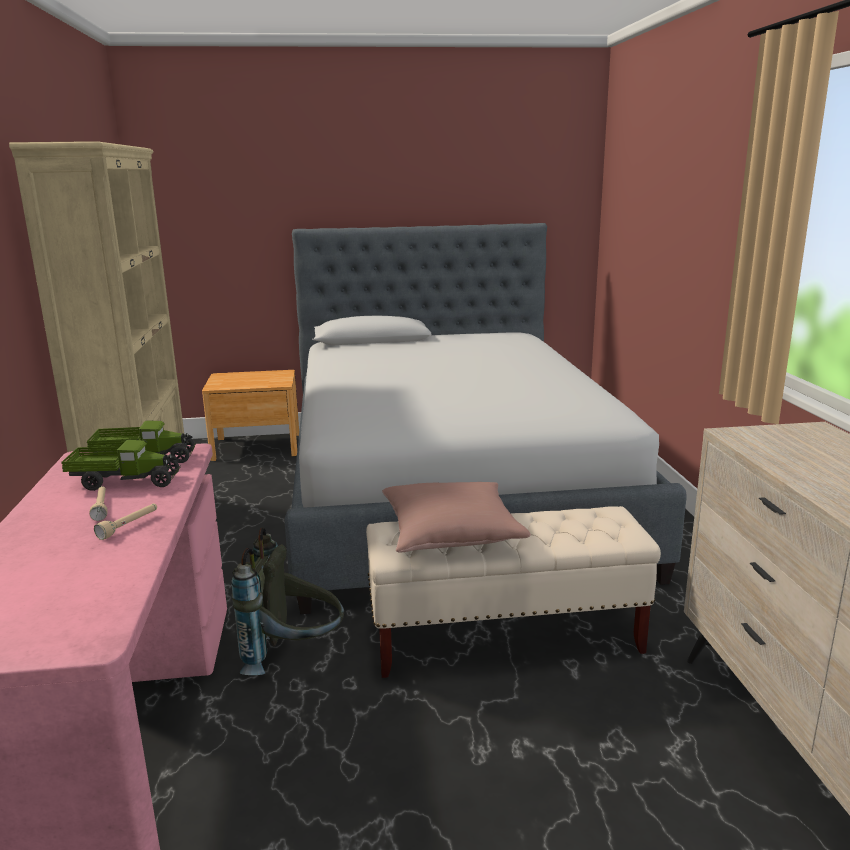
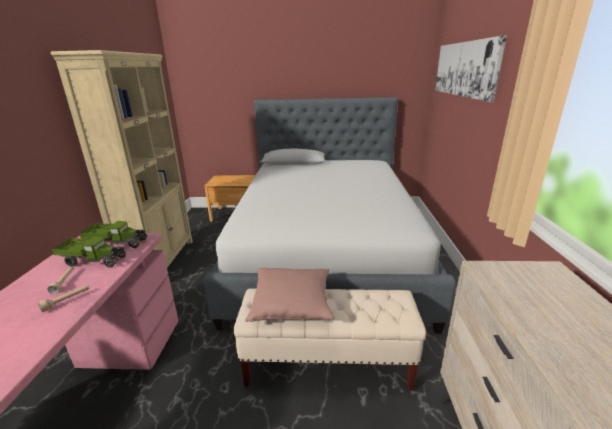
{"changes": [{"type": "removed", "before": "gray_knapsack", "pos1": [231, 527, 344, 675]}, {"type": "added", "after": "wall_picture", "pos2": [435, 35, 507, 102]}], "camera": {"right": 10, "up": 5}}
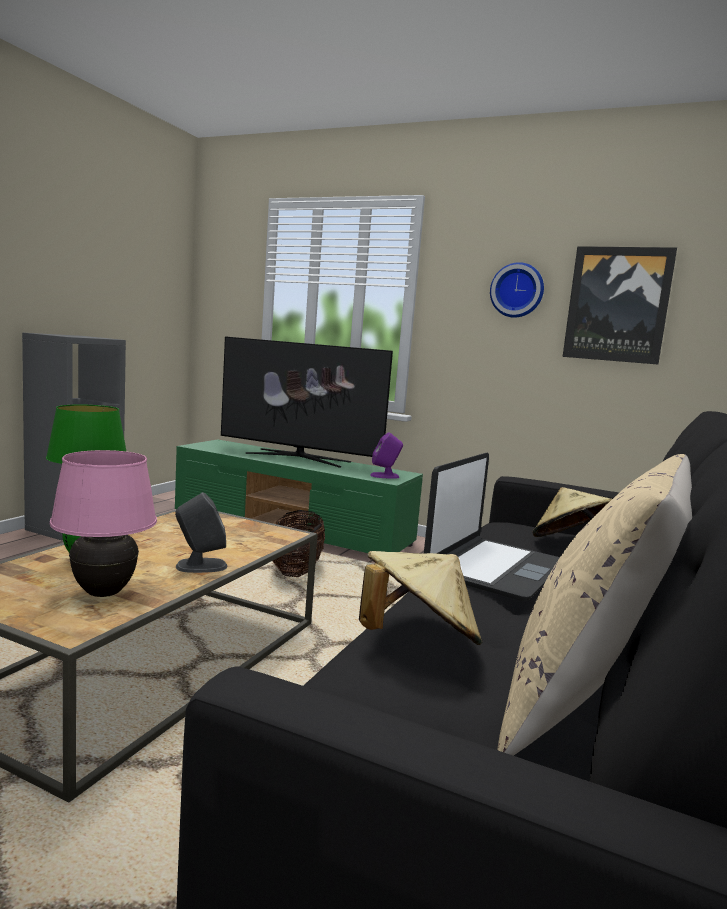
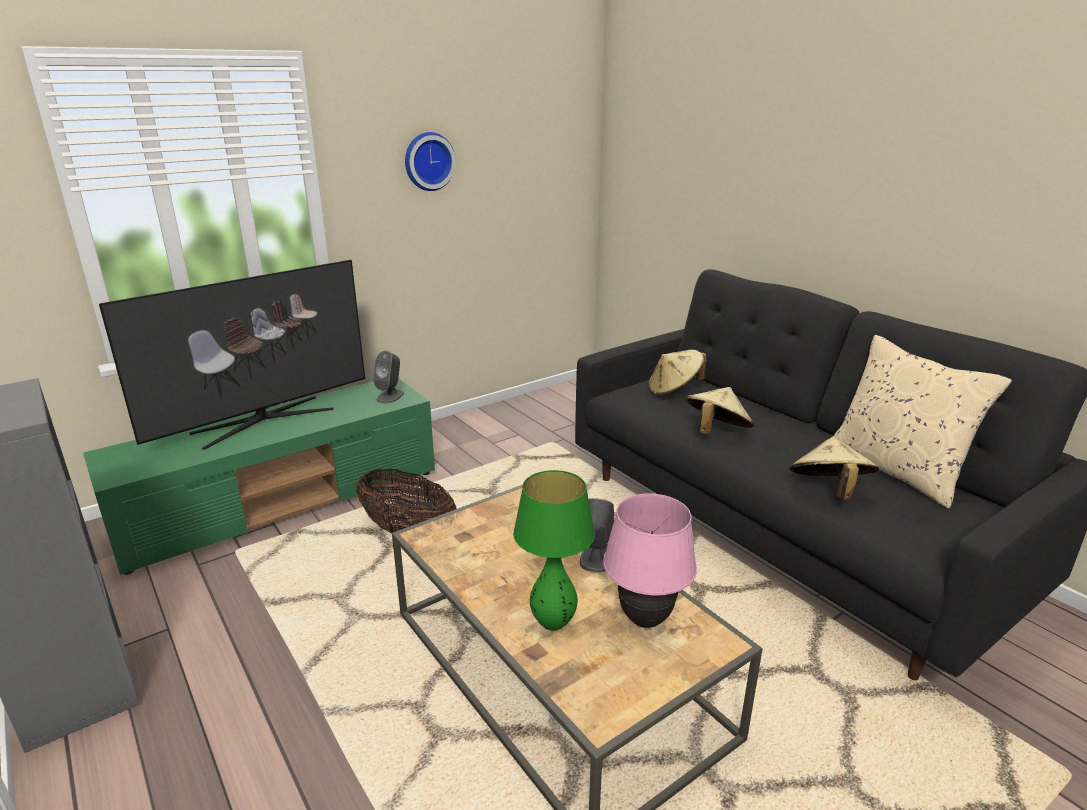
{"changes": [{"type": "removed", "before": "wall_picture", "pos1": [563, 246, 677, 364]}, {"type": "replaced", "before": "notebook_computer", "after": "sand-coloured_hat", "pos1": [424, 453, 560, 601], "pos2": [686, 387, 754, 434]}, {"type": "recoloured", "before": "purple-coloured_speaker", "after": "gray_speaker", "pos1": [370, 432, 403, 479], "pos2": [373, 351, 404, 403]}], "camera": {"right": -60, "up": 15}}
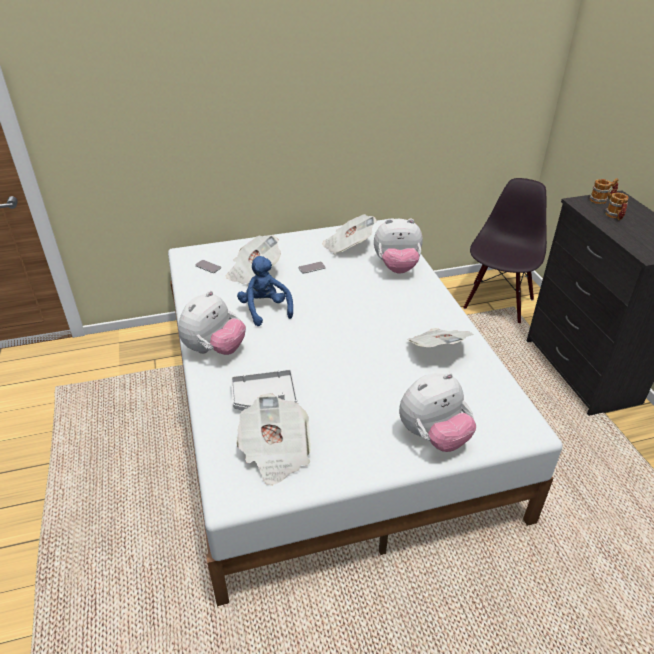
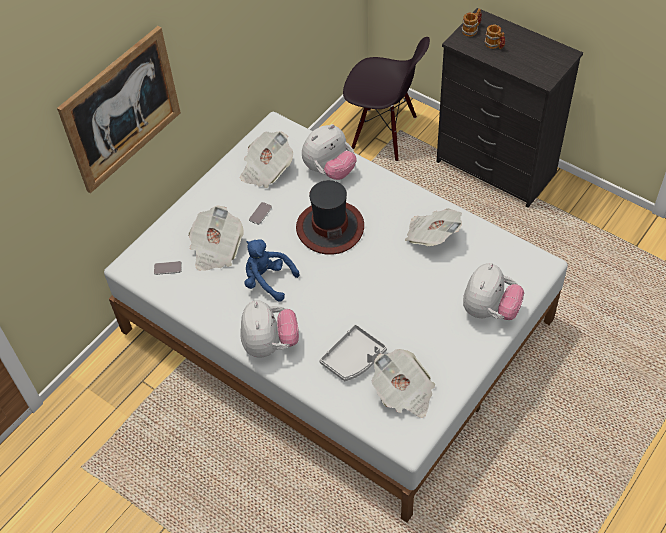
{"changes": [{"type": "added", "after": "wall_picture", "pos2": [57, 26, 181, 193]}, {"type": "added", "after": "hat", "pos2": [296, 180, 364, 255]}, {"type": "turned", "before": "black-coloured_upright_chair", "pos1": [463, 178, 547, 323], "pos2": [343, 37, 430, 161], "turn": 120}], "camera": {"right": -35, "up": 15}}
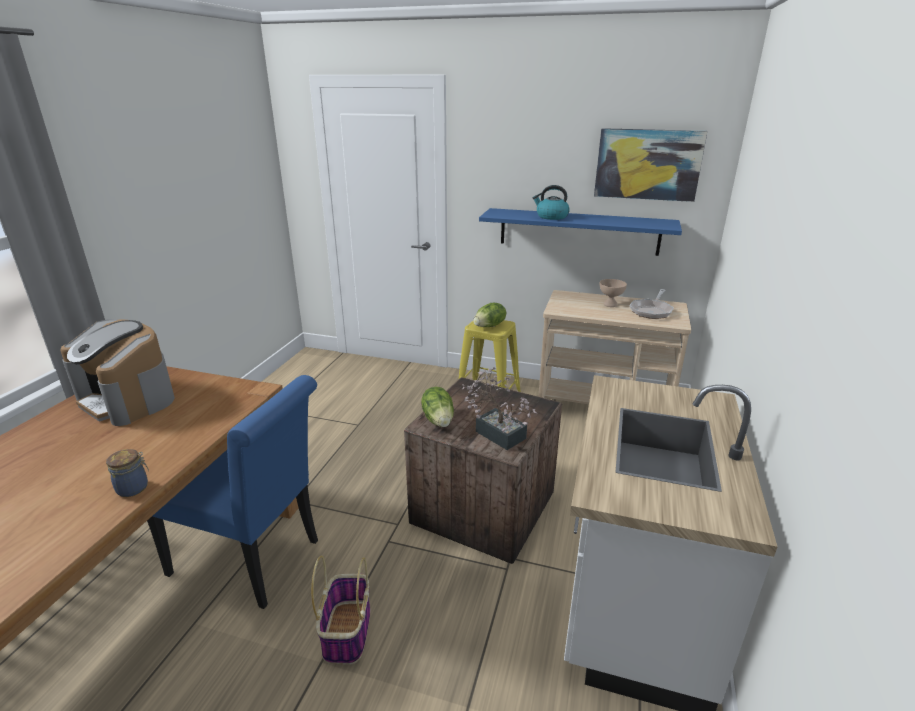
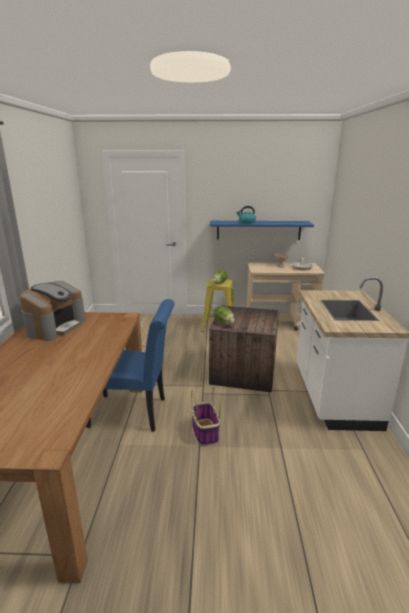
{"changes": [{"type": "removed", "before": "preserve_jar", "pos1": [106, 449, 149, 497]}, {"type": "removed", "before": "plant_in_a_pot", "pos1": [462, 367, 538, 450]}, {"type": "removed", "before": "wall_picture", "pos1": [594, 128, 707, 202]}, {"type": "turned", "before": "coffee_brewer", "pos1": [60, 319, 175, 426], "pos2": [20, 281, 85, 341], "turn": -90}], "camera": {"right": -15, "up": -5}}
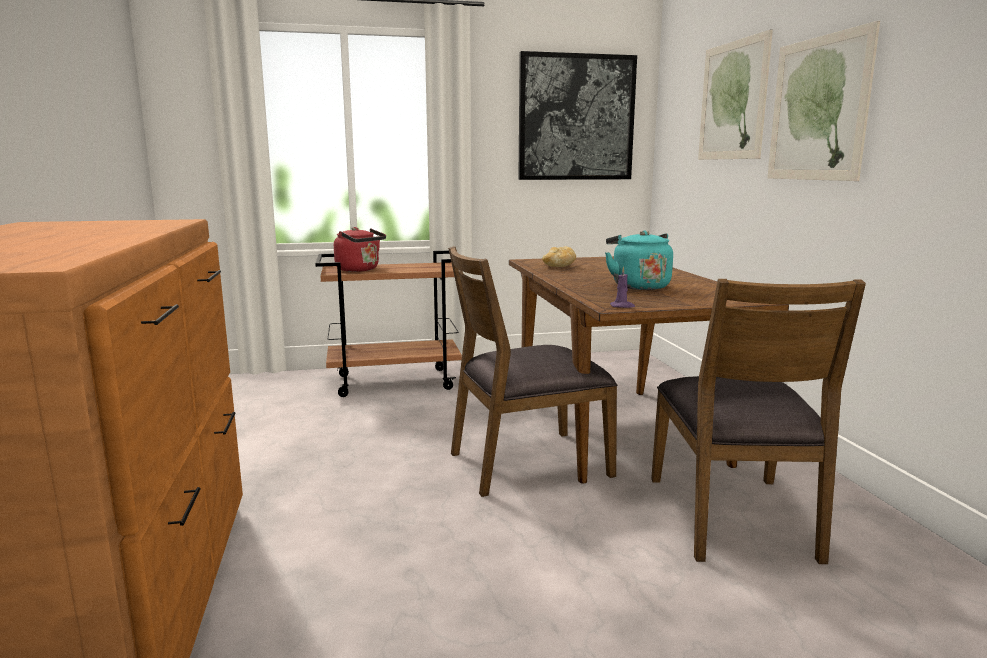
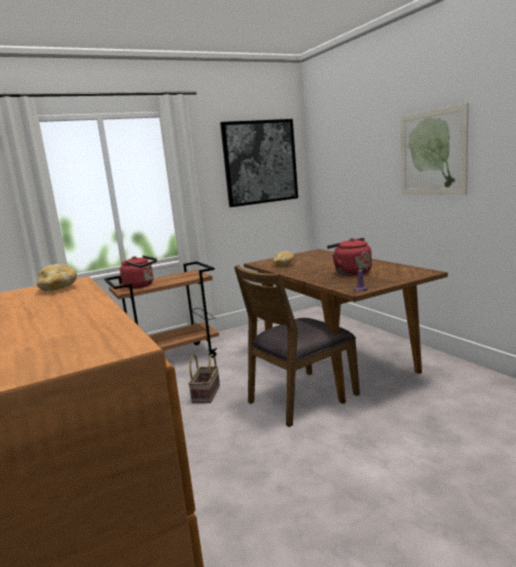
{"changes": [{"type": "removed", "before": "brown-coloured_upright_chair", "pos1": [651, 279, 866, 564]}, {"type": "removed", "before": "wall_picture", "pos1": [698, 29, 773, 160]}, {"type": "added", "after": "baked_bread", "pos2": [37, 264, 77, 291]}, {"type": "added", "after": "storage_basket", "pos2": [188, 354, 220, 403]}, {"type": "recoloured", "before": "blue-green_tea_kettle", "after": "red-coloured_tea_kettle", "pos1": [605, 230, 673, 290], "pos2": [327, 238, 372, 276]}], "camera": {"right": -15, "up": 0}}
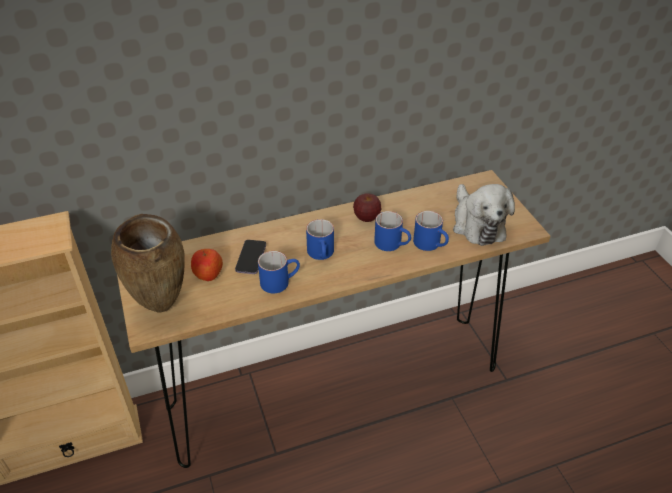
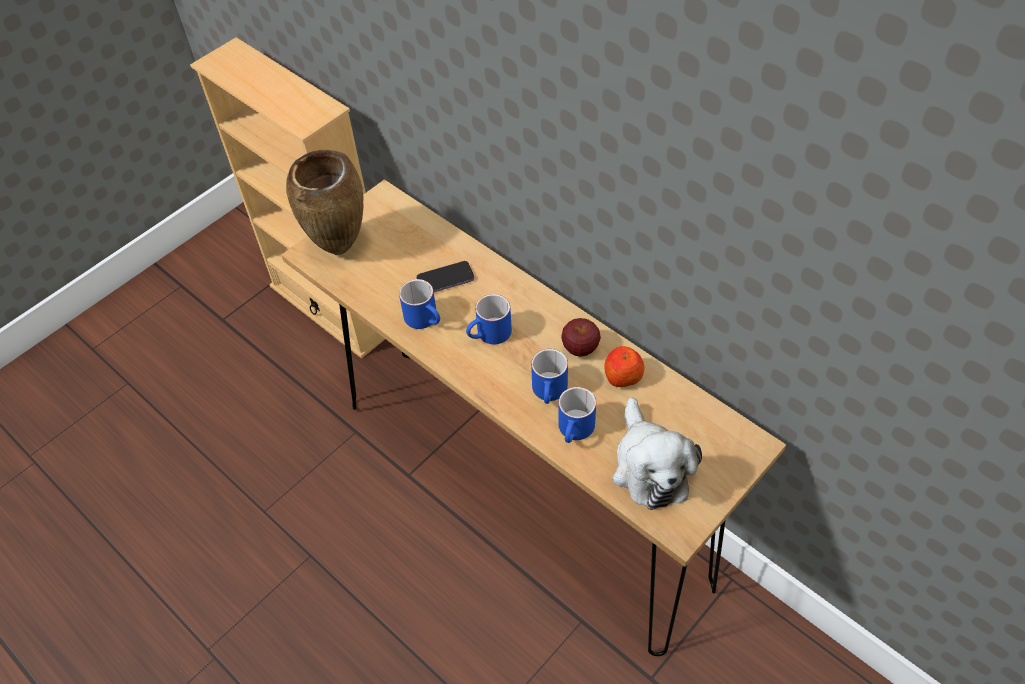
{"changes": [{"type": "moved", "before": "apple", "pos1": [191, 249, 223, 281], "pos2": [605, 346, 644, 387]}, {"type": "turned", "before": "cuddly_toy", "pos1": [453, 184, 515, 246], "pos2": [612, 397, 702, 510], "turn": -60}], "camera": {"right": 65, "up": 10}}
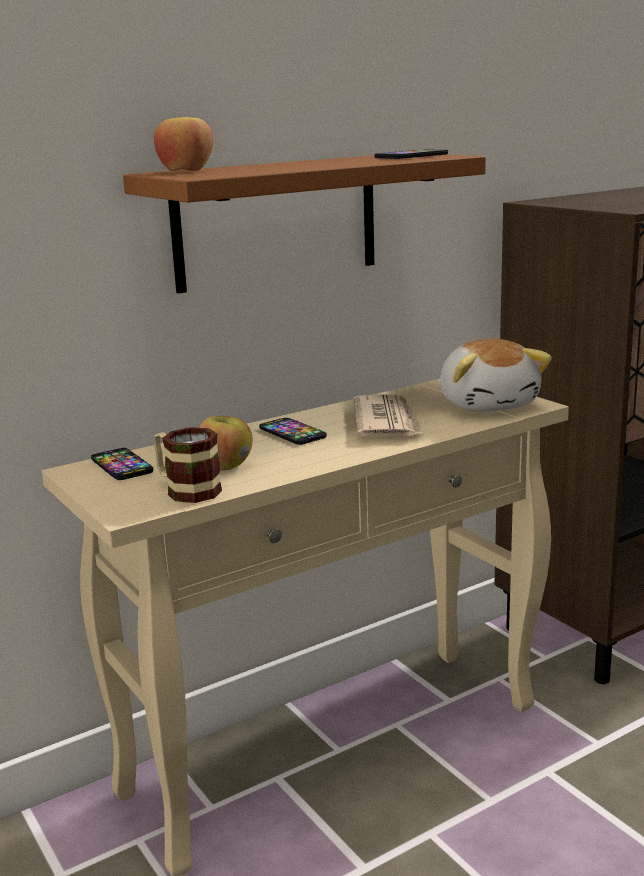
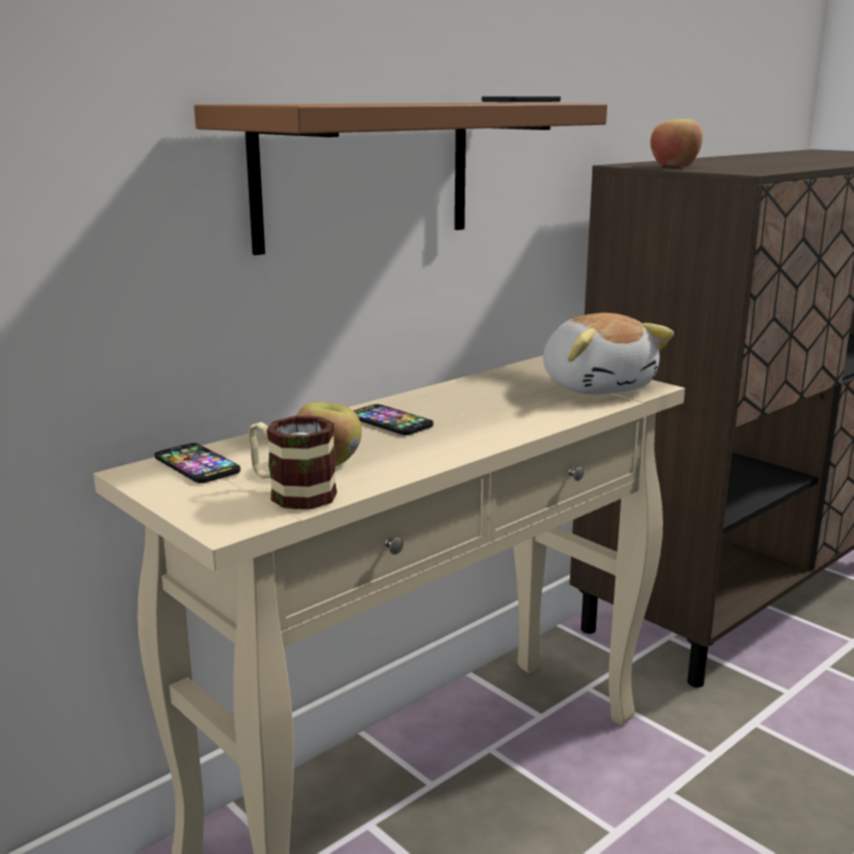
{"changes": [{"type": "removed", "before": "daily_paper", "pos1": [354, 395, 424, 437]}, {"type": "moved", "before": "apple", "pos1": [154, 117, 213, 171], "pos2": [650, 119, 703, 167]}], "camera": {"right": -10, "up": 0}}
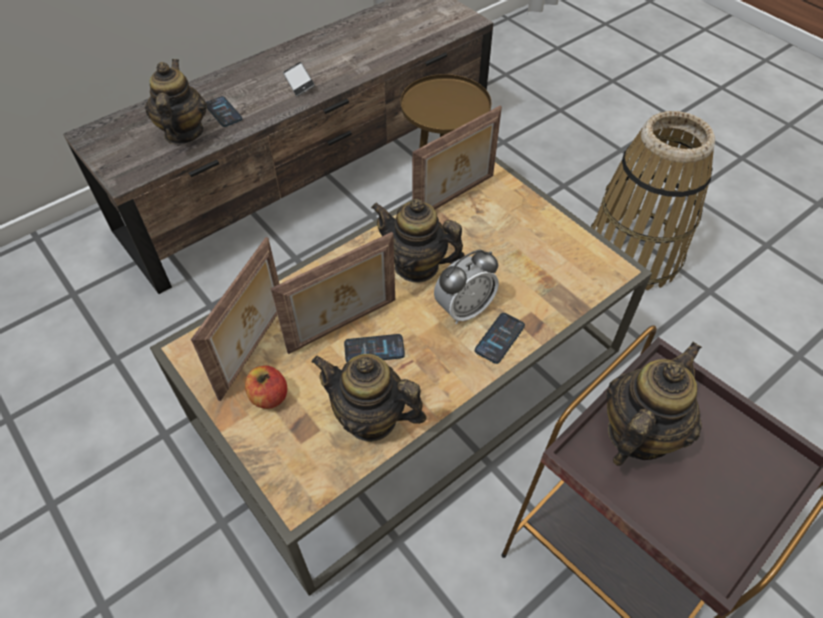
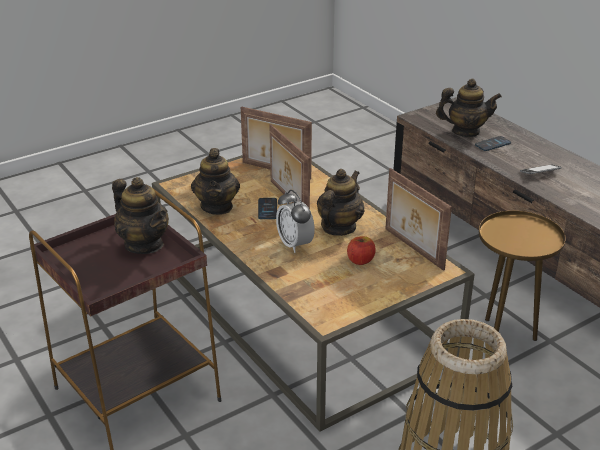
{"changes": [{"type": "removed", "before": "phone", "pos1": [475, 313, 525, 364]}, {"type": "moved", "before": "apple", "pos1": [245, 366, 287, 409], "pos2": [347, 236, 376, 265]}, {"type": "turned", "before": "teapot", "pos1": [311, 354, 427, 442], "pos2": [191, 148, 240, 215], "turn": 150}], "camera": {"right": 95, "up": -20}}
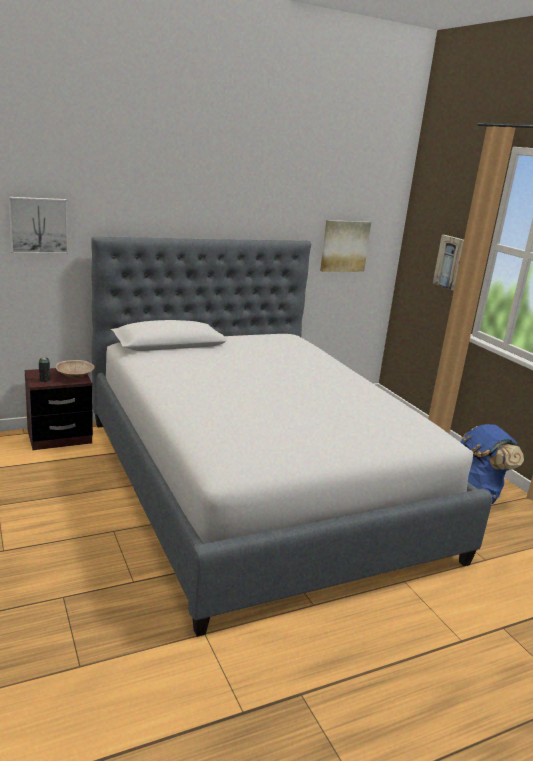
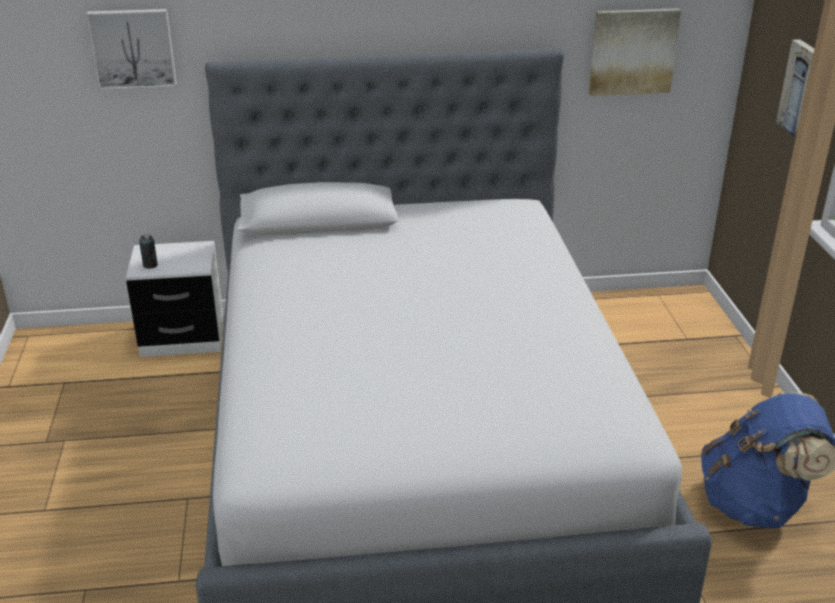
{"changes": [{"type": "removed", "before": "sand-coloured_deep_dish", "pos1": [55, 360, 95, 378]}, {"type": "recoloured", "before": "brown-coloured_nightstand", "after": "white_nightstand", "pos1": [25, 368, 93, 450], "pos2": [126, 241, 224, 357]}], "camera": {"right": 20, "up": 10}}
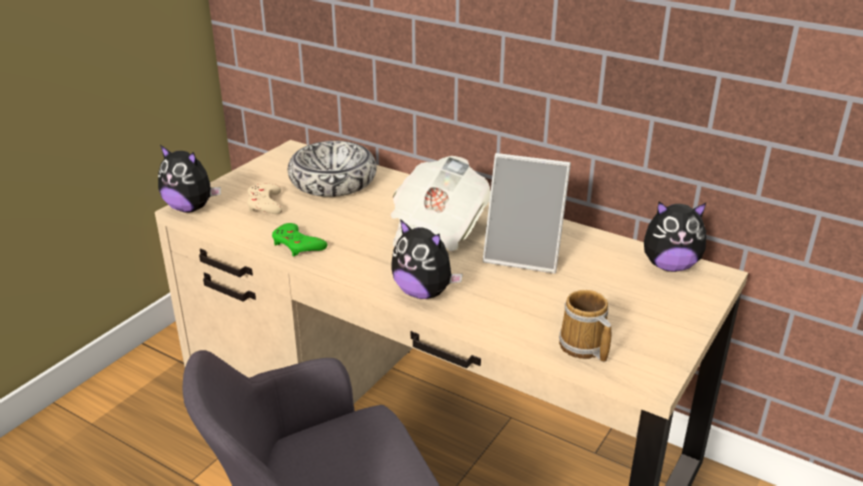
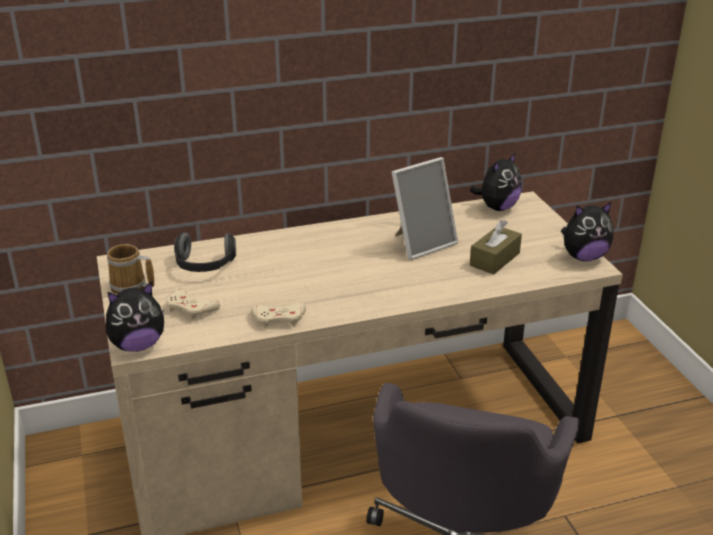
{"changes": [{"type": "removed", "before": "daily_paper", "pos1": [390, 156, 491, 251]}, {"type": "added", "after": "brown-coloured_tissue_holder", "pos2": [470, 220, 522, 274]}, {"type": "moved", "before": "cuddly_toy", "pos1": [391, 219, 463, 299], "pos2": [561, 202, 613, 261]}, {"type": "moved", "before": "coffee_mug", "pos1": [559, 290, 611, 362], "pos2": [107, 244, 154, 295]}, {"type": "replaced", "before": "deep_dish", "after": "pair_of_headphones", "pos1": [288, 141, 377, 197], "pos2": [174, 232, 236, 272]}, {"type": "recoloured", "before": "greenish_joypad", "after": "sand-coloured_joypad", "pos1": [272, 223, 327, 257], "pos2": [251, 303, 306, 329]}], "camera": {"right": -50, "up": 0}}
